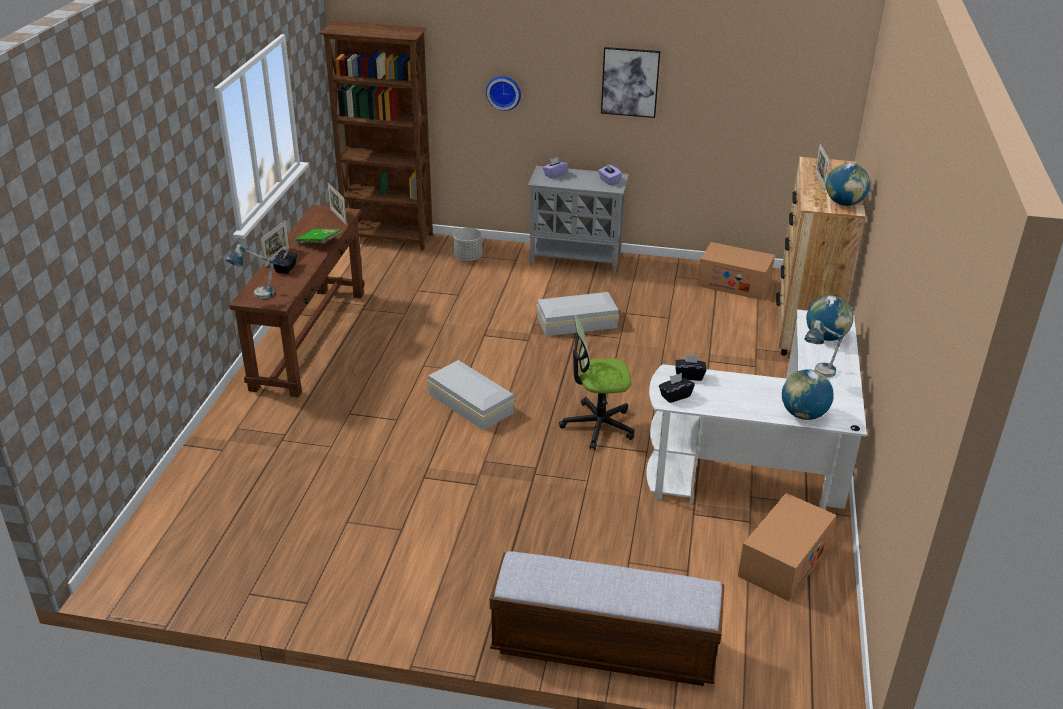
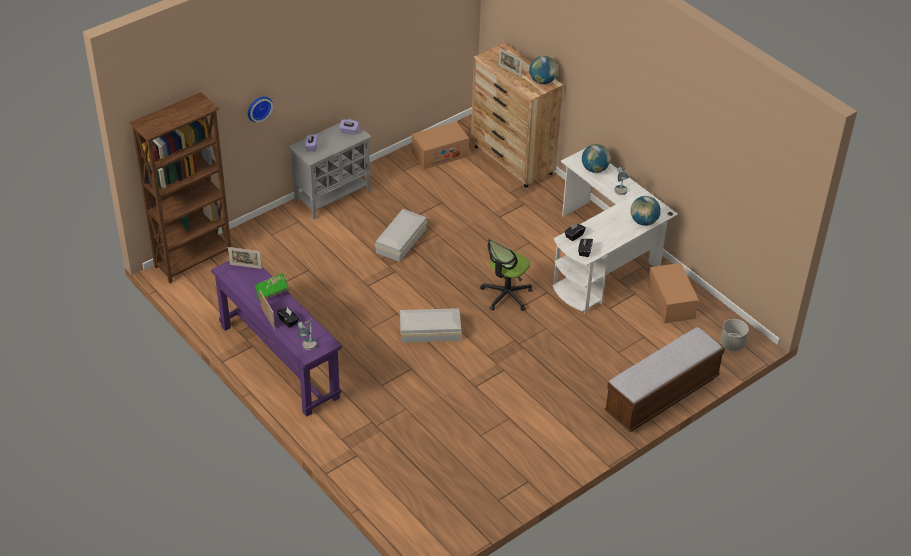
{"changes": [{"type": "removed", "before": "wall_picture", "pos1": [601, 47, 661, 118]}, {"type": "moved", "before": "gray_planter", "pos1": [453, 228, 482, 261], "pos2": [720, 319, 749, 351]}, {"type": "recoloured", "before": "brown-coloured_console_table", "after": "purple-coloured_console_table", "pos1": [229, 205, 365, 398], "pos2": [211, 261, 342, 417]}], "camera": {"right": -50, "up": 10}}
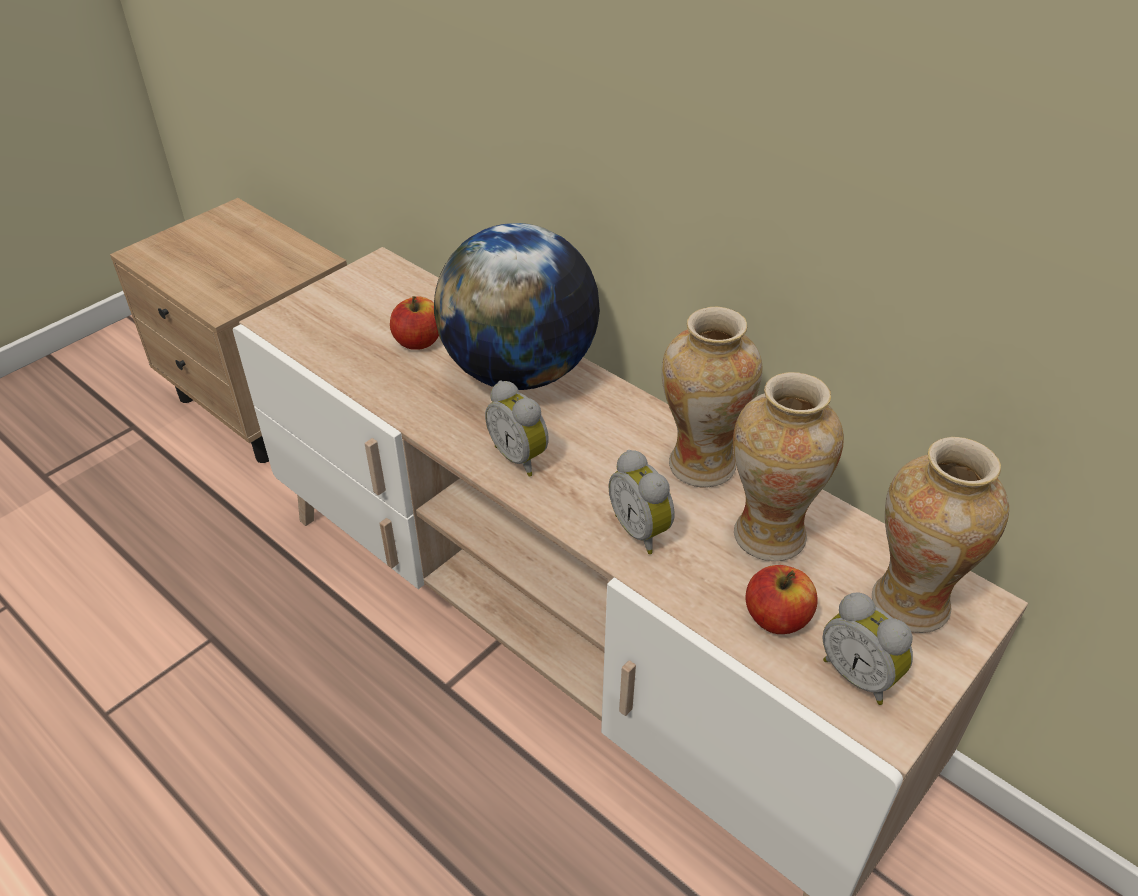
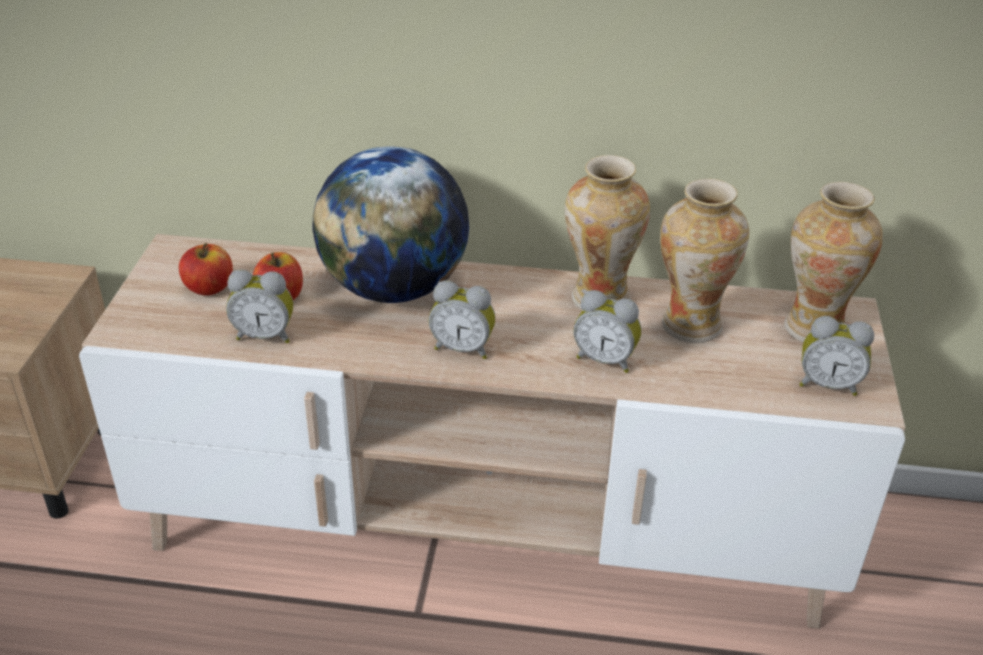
{"changes": [{"type": "added", "after": "bedside_clock", "pos2": [226, 270, 293, 343]}, {"type": "moved", "before": "apple", "pos1": [745, 565, 818, 634], "pos2": [179, 243, 233, 295]}], "camera": {"right": -35, "up": -5}}
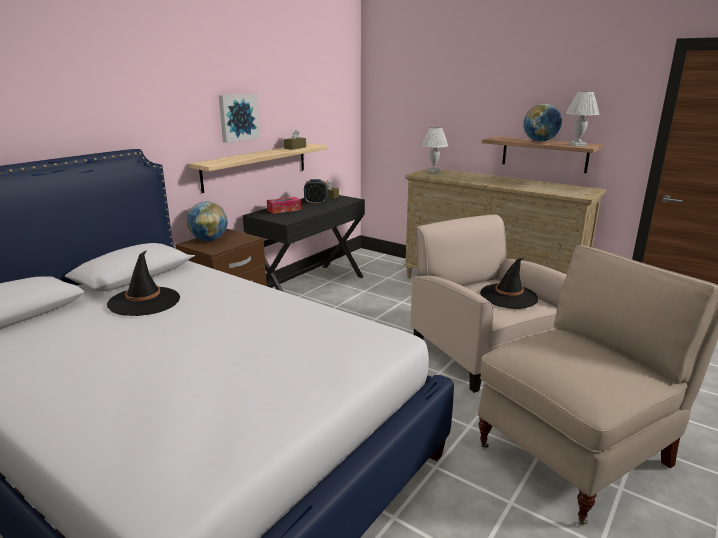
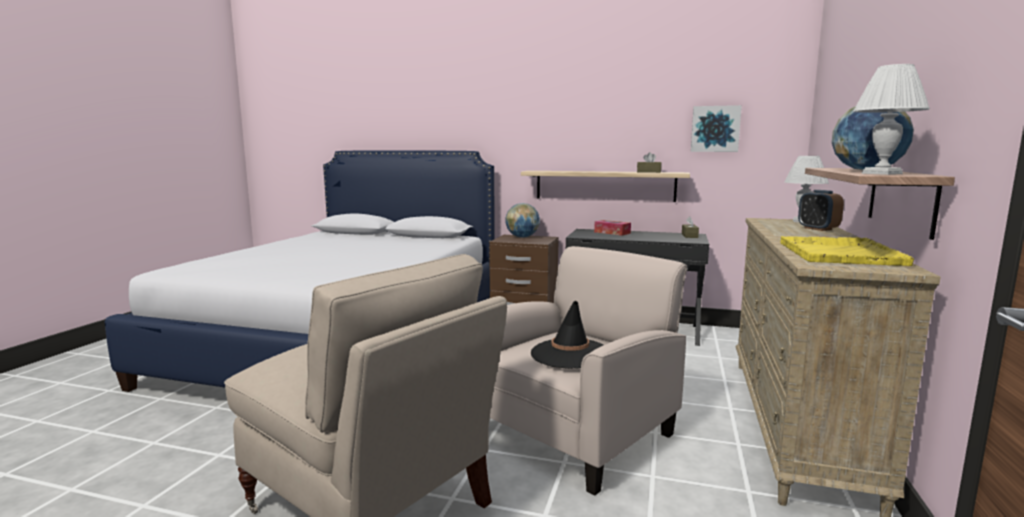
{"changes": [{"type": "removed", "before": "black-coloured_hat", "pos1": [107, 250, 180, 316]}, {"type": "added", "after": "yellow-coloured_tray", "pos2": [780, 236, 914, 266]}, {"type": "moved", "before": "wall_picture", "pos1": [219, 93, 260, 143], "pos2": [691, 105, 742, 152]}, {"type": "moved", "before": "bedside_clock", "pos1": [304, 179, 328, 204], "pos2": [798, 190, 844, 231]}], "camera": {"right": 70, "up": -10}}
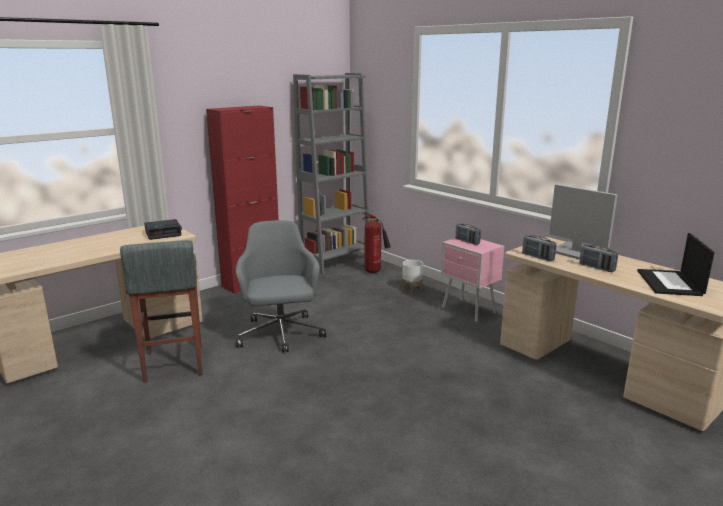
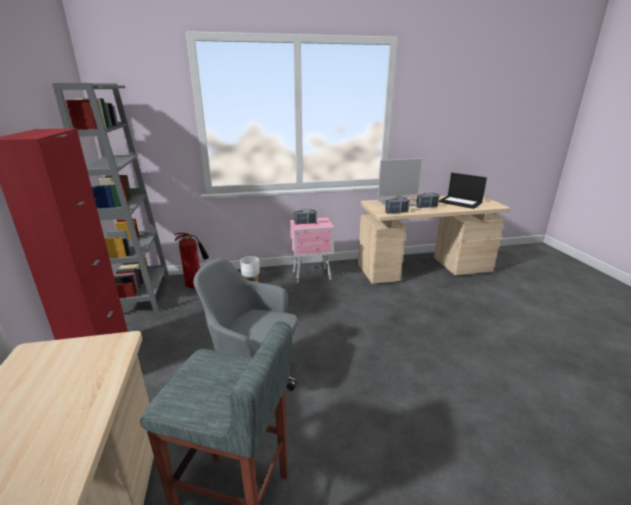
{"changes": [{"type": "removed", "before": "bedside_clock", "pos1": [144, 219, 182, 240]}], "camera": {"right": -60, "up": 5}}
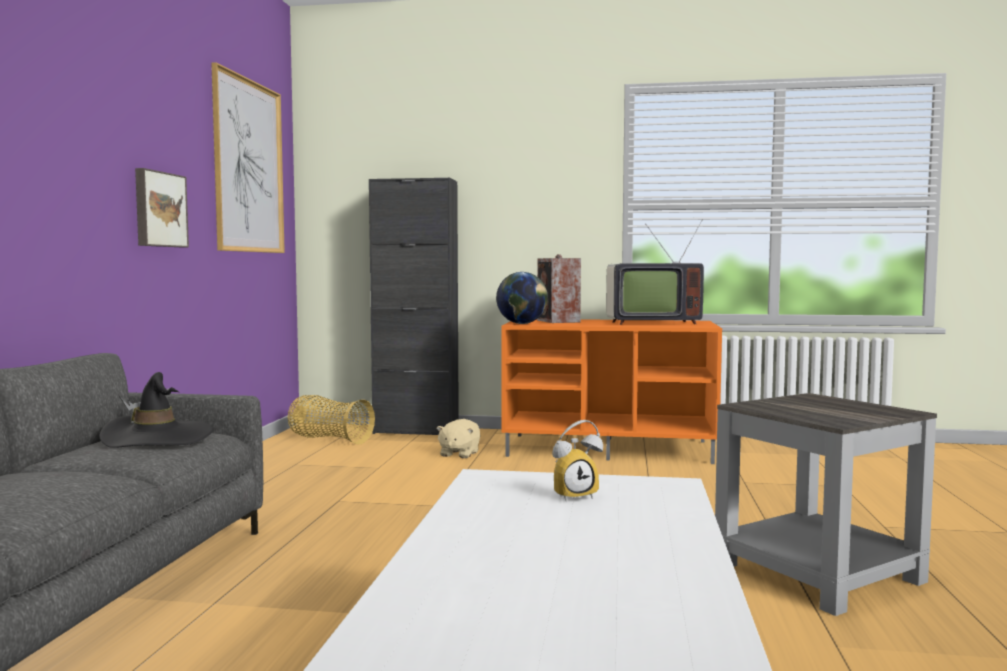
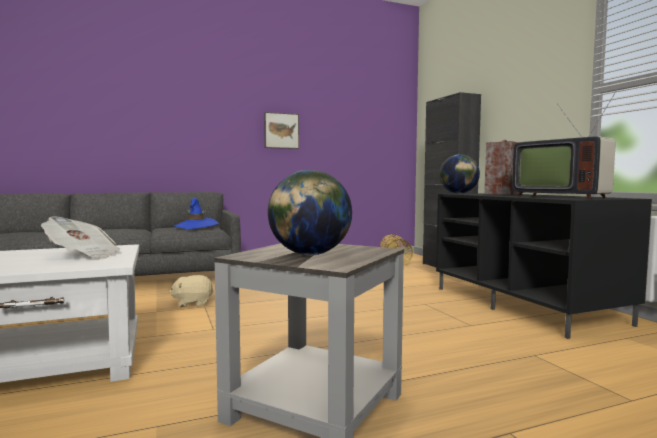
{"changes": [{"type": "removed", "before": "wall_picture", "pos1": [211, 62, 285, 253]}, {"type": "added", "after": "globe", "pos2": [268, 170, 352, 256]}, {"type": "moved", "before": "sand-coloured_cuddly_toy", "pos1": [436, 419, 480, 458], "pos2": [169, 275, 214, 307]}, {"type": "replaced", "before": "bedside_clock", "after": "daily_paper", "pos1": [552, 420, 603, 502], "pos2": [41, 216, 120, 259]}, {"type": "recoloured", "before": "black-coloured_hat", "after": "bluish_hat", "pos1": [99, 372, 213, 448], "pos2": [173, 198, 219, 229]}, {"type": "recoloured", "before": "orangey_media_console", "after": "black-coloured_media_console", "pos1": [501, 319, 722, 464], "pos2": [436, 193, 652, 339]}], "camera": {"right": 60, "up": 0}}
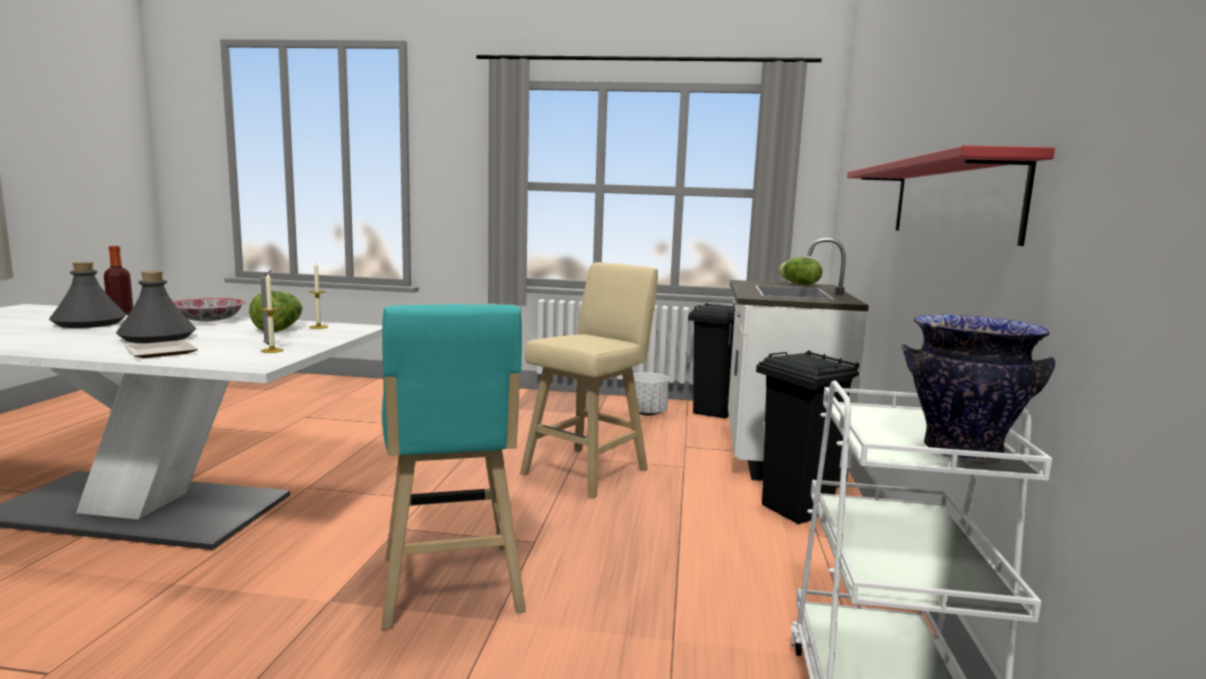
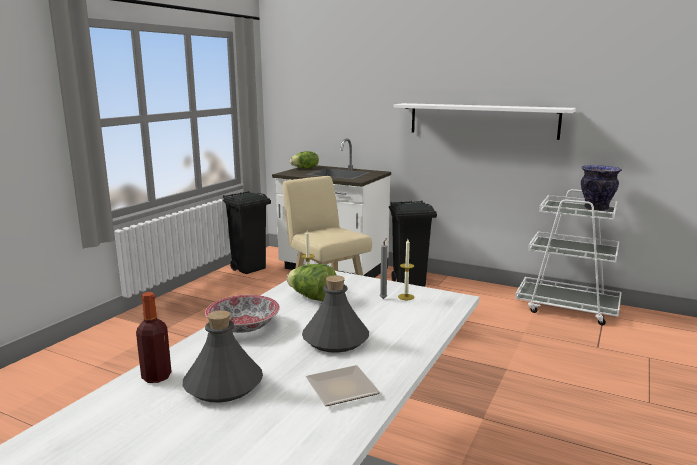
{"changes": [{"type": "removed", "before": "blue-green_stool", "pos1": [382, 304, 526, 629]}, {"type": "removed", "before": "white_planter", "pos1": [633, 372, 669, 416]}, {"type": "moved", "before": "plate", "pos1": [124, 340, 198, 358], "pos2": [306, 365, 380, 406]}, {"type": "recoloured", "before": "red-coloured_shelf", "after": "white_shelf", "pos1": [847, 145, 1055, 246], "pos2": [393, 103, 576, 140]}], "camera": {"right": -70, "up": 5}}
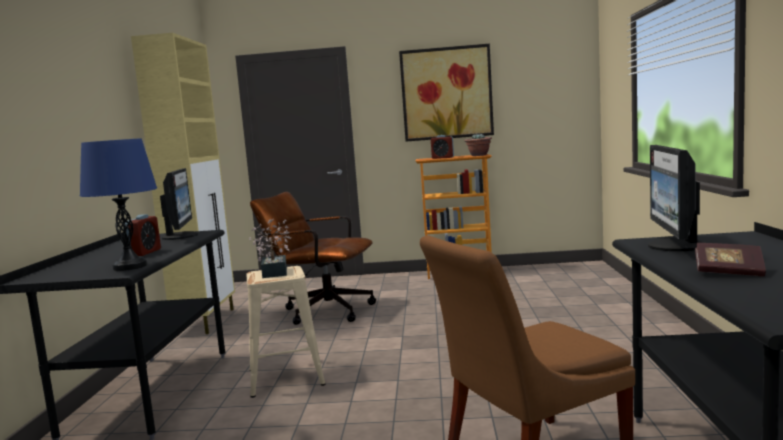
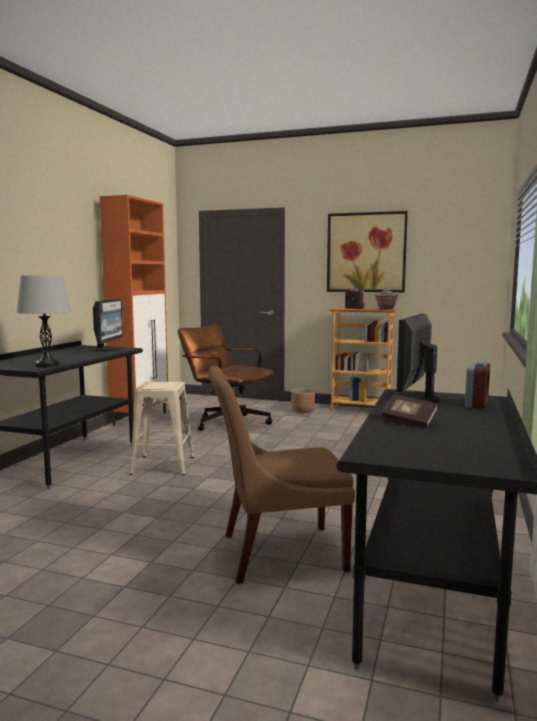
{"changes": [{"type": "removed", "before": "plant_in_a_pot", "pos1": [249, 219, 291, 278]}, {"type": "added", "after": "planter", "pos2": [291, 388, 315, 413]}, {"type": "moved", "before": "bedside_clock", "pos1": [123, 214, 161, 256], "pos2": [465, 361, 490, 408]}, {"type": "recoloured", "before": "bluish_tabletop_lamp", "after": "gray_tabletop_lamp", "pos1": [80, 138, 157, 271], "pos2": [17, 275, 71, 367]}, {"type": "recoloured", "before": "sand-coloured_cabinet", "after": "orangey_cabinet", "pos1": [131, 33, 235, 334], "pos2": [100, 195, 168, 426]}], "camera": {"right": 15, "up": 0}}
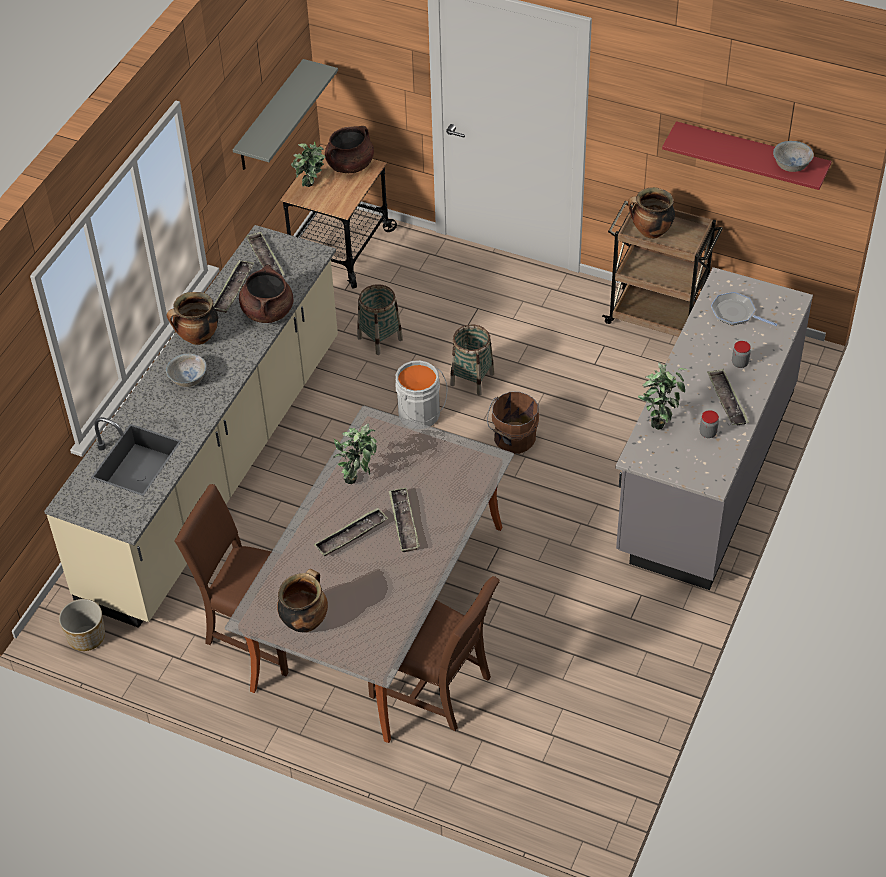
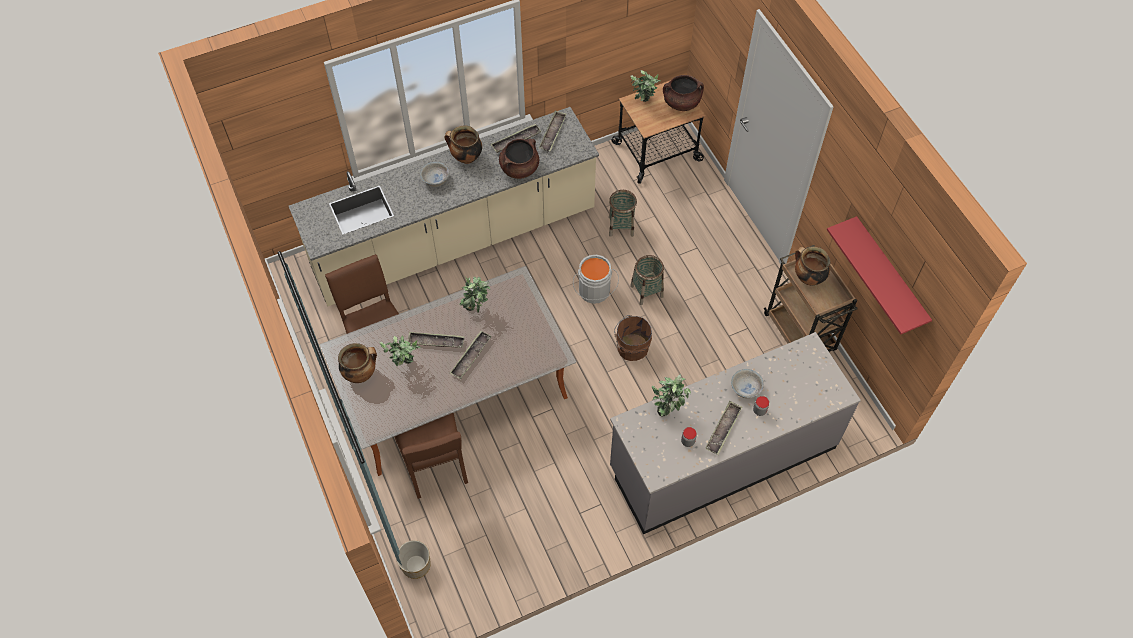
{"changes": [{"type": "removed", "before": "gray_shelf", "pos1": [233, 59, 338, 170]}, {"type": "removed", "before": "pan", "pos1": [711, 292, 778, 326]}, {"type": "added", "after": "plant_in_a_pot", "pos2": [379, 336, 421, 367]}, {"type": "moved", "before": "planter", "pos1": [59, 599, 105, 651], "pos2": [397, 540, 431, 579]}, {"type": "moved", "before": "white_deep_dish", "pos1": [773, 141, 814, 172], "pos2": [731, 369, 764, 398]}], "camera": {"right": 40, "up": 10}}
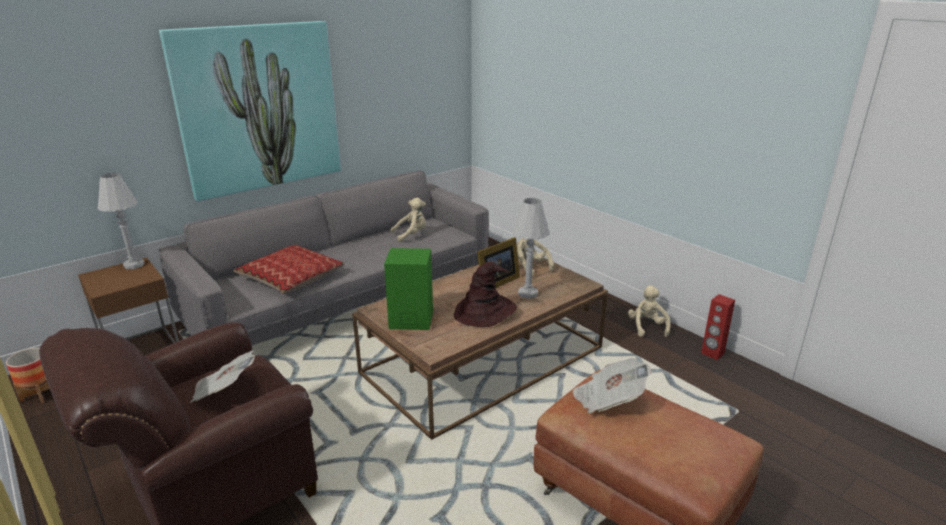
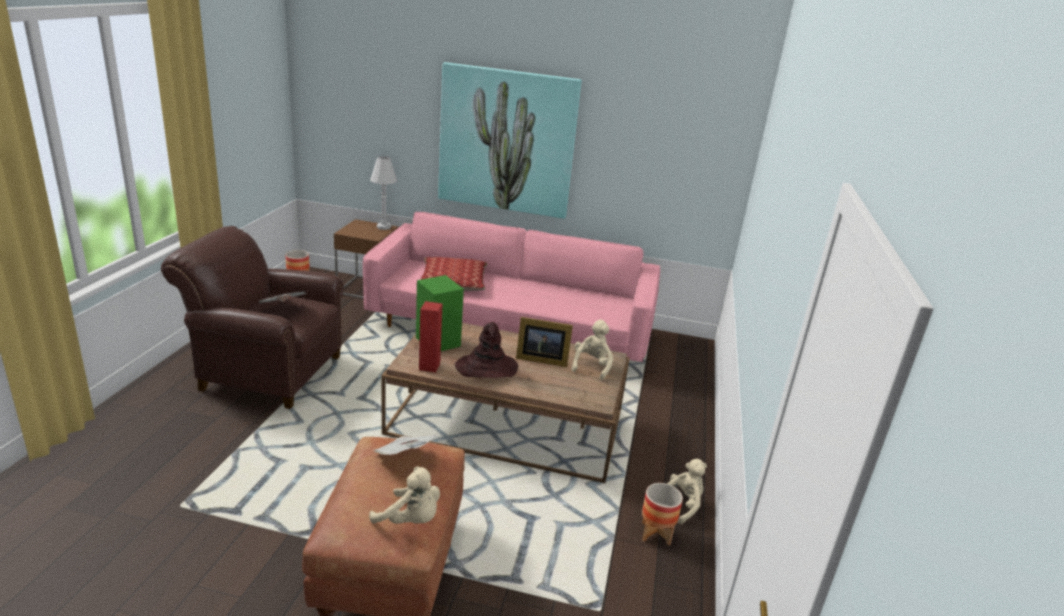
{"changes": [{"type": "removed", "before": "white_tabletop_lamp", "pos1": [512, 198, 550, 299]}, {"type": "added", "after": "planter", "pos2": [642, 483, 683, 546]}, {"type": "moved", "before": "sand-coloured_cuddly_toy", "pos1": [391, 198, 426, 243], "pos2": [369, 467, 440, 524]}, {"type": "moved", "before": "red-coloured_speaker", "pos1": [701, 294, 735, 360], "pos2": [419, 301, 443, 373]}, {"type": "recoloured", "before": "gray_sofa", "after": "pink_sofa", "pos1": [159, 171, 489, 345], "pos2": [363, 212, 660, 362]}], "camera": {"right": 50, "up": 0}}
